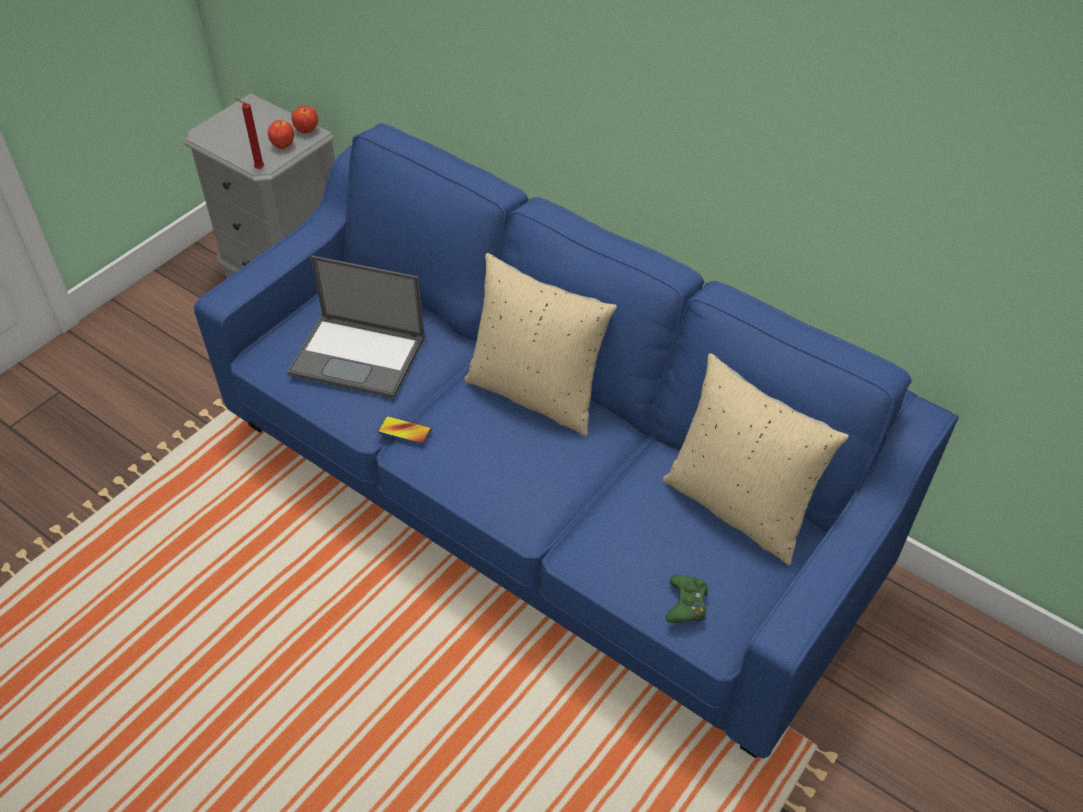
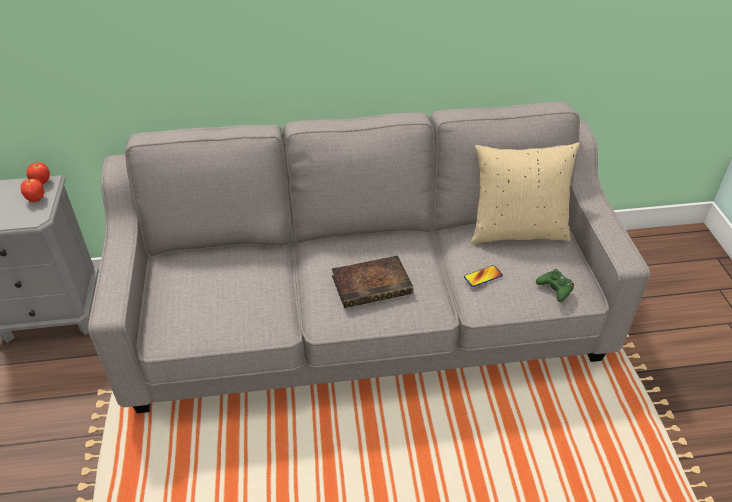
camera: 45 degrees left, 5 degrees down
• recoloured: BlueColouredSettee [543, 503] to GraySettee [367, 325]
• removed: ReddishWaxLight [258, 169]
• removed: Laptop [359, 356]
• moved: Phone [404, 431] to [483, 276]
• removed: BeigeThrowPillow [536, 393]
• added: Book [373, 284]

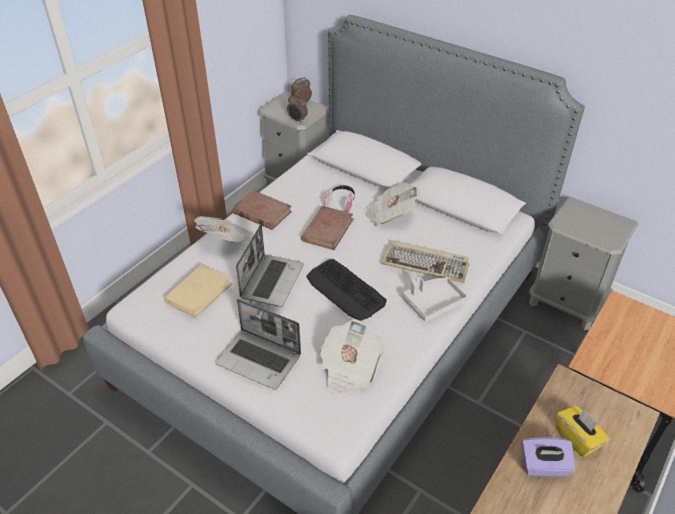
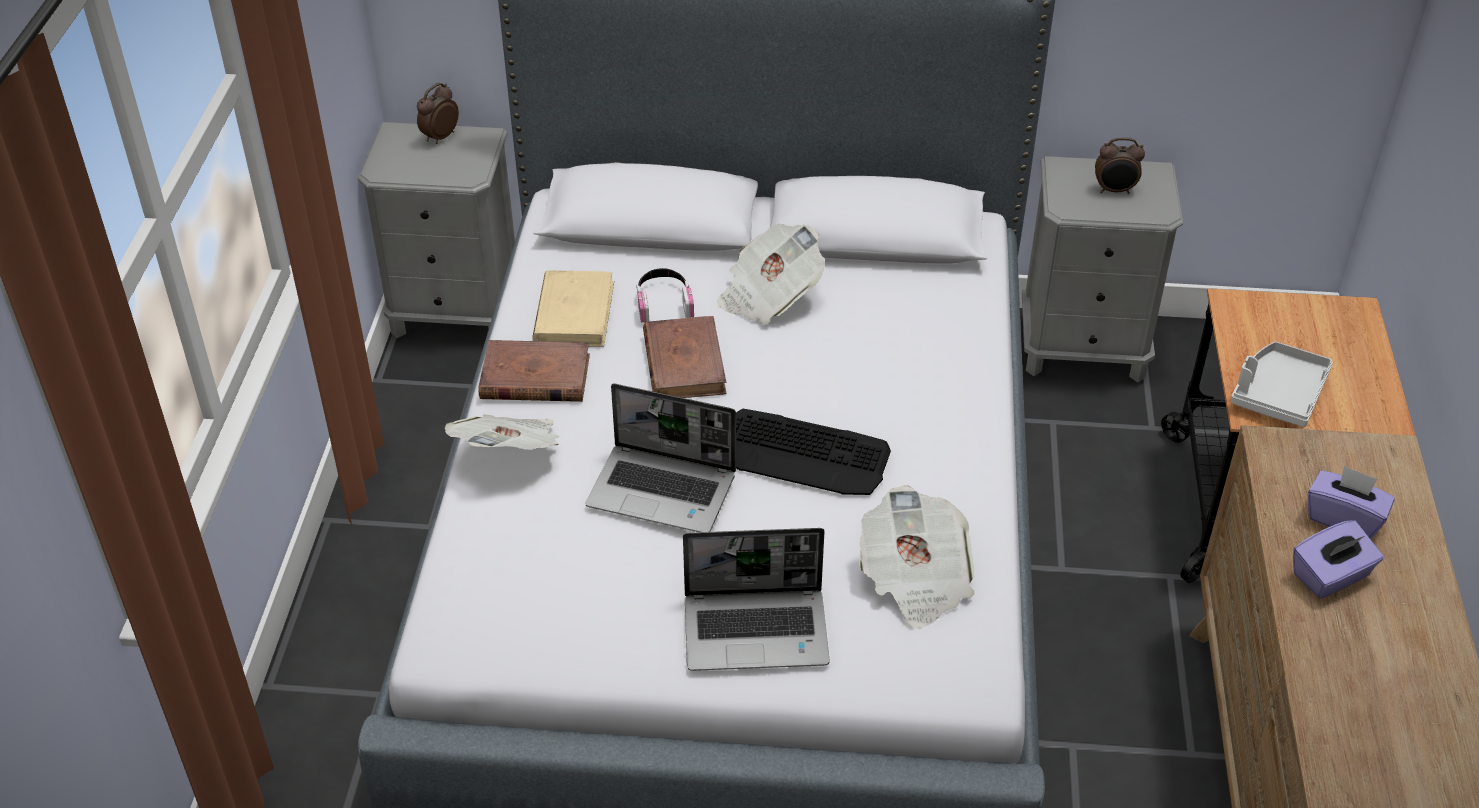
camera: 30 degrees left, 0 degrees up
• moved: BeigeBook [199, 293] to [574, 313]
• turned: Laptop [271, 280] = [664, 490] 120 degrees clockwise
• moved: TableClock [297, 120] to [1114, 190]
• removed: PcKeyboard [426, 264]
• moved: GrayServingTray [433, 303] to [1278, 394]
• recoloured: YellowTissueBox [577, 438] to PurpleColouredTissueBox [1343, 518]

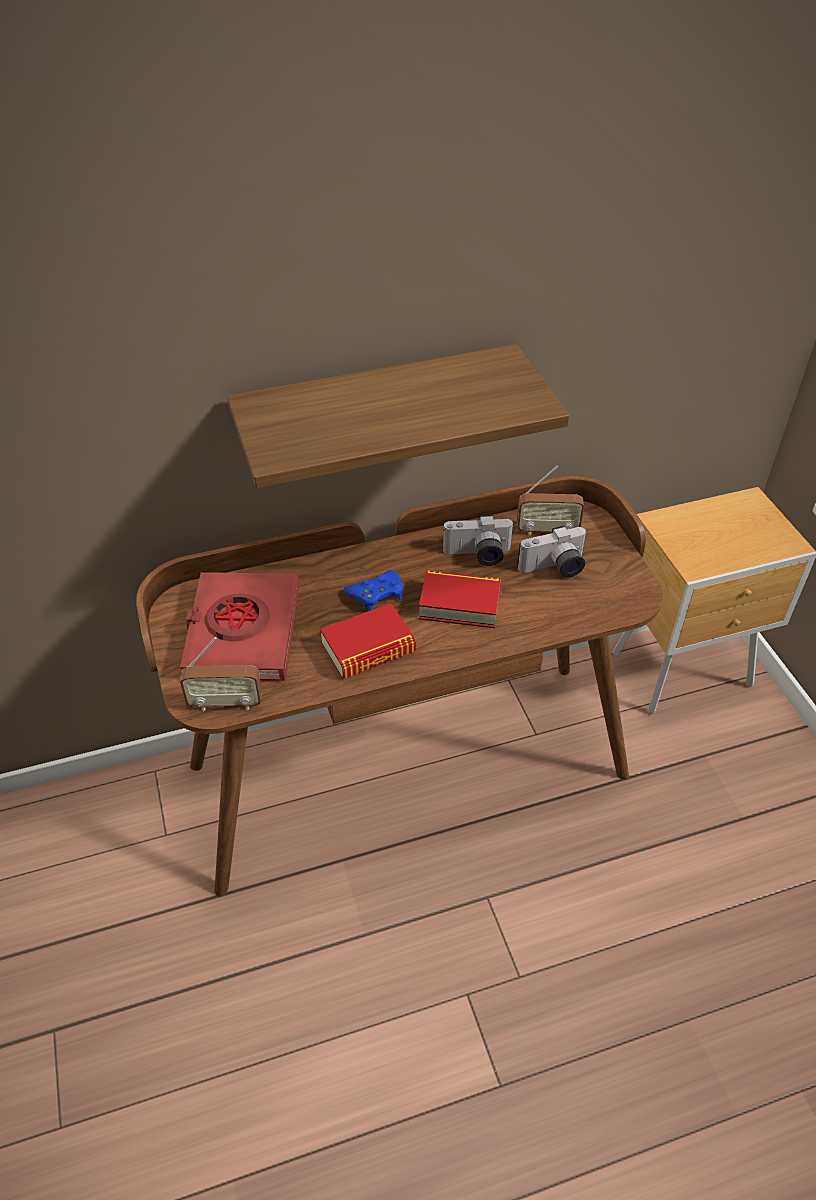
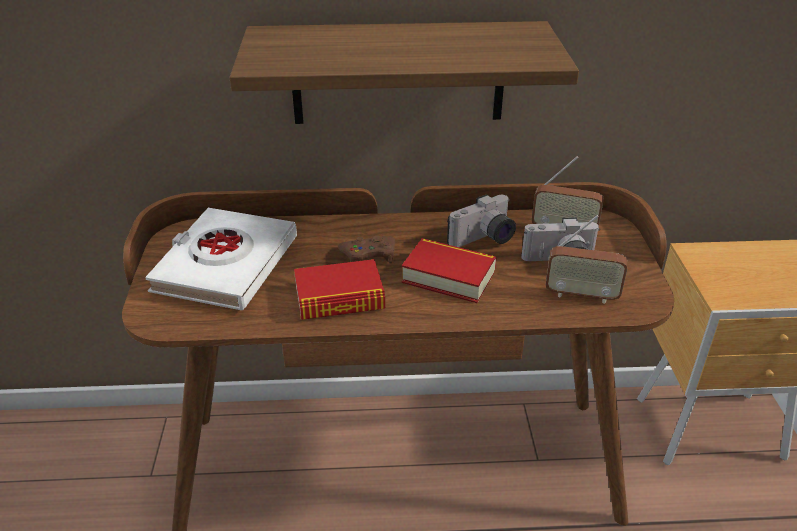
camera: 15 degrees right, 10 degrees down
• recoloured: ReddishBook [242, 632] to WhitishBook [225, 265]
• moved: RadioSet [225, 703] to [581, 295]
• recoloured: BlueColouredGamepad [376, 594] to BrownishGamepad [369, 255]
• turned: StillCamera [478, 555] = [484, 240] 45 degrees counterclockwise

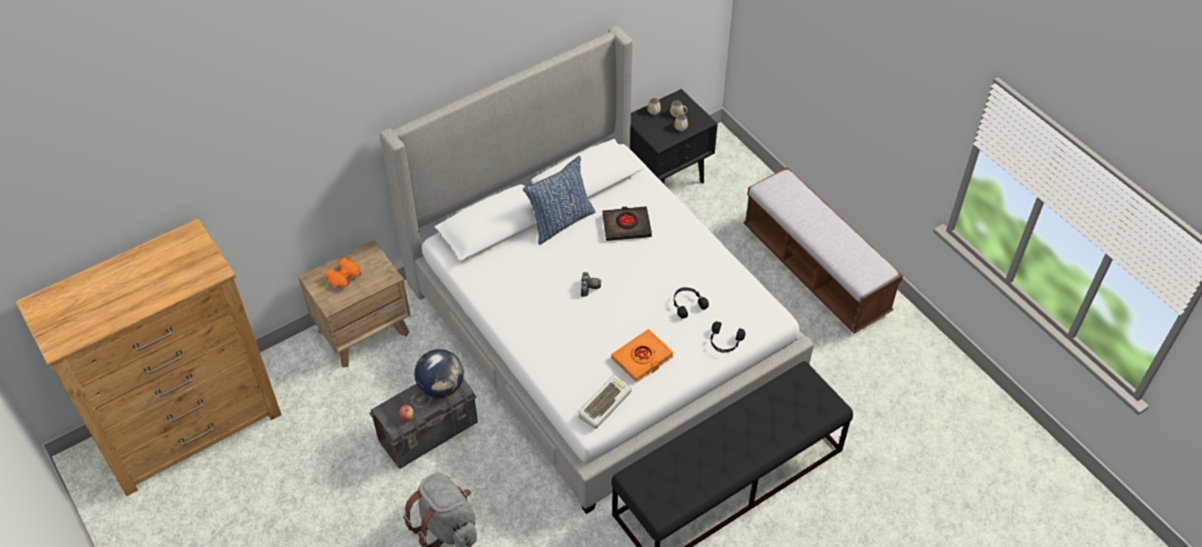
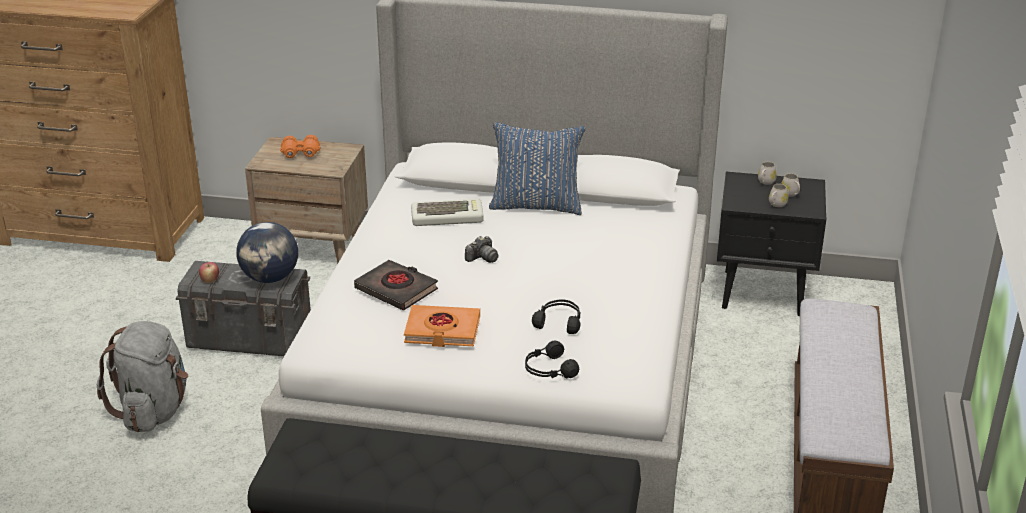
camera: 45 degrees right, 20 degrees down
• moved: PcKeyboard [604, 403] to [448, 217]
• moved: BlackishBook [626, 226] to [396, 290]

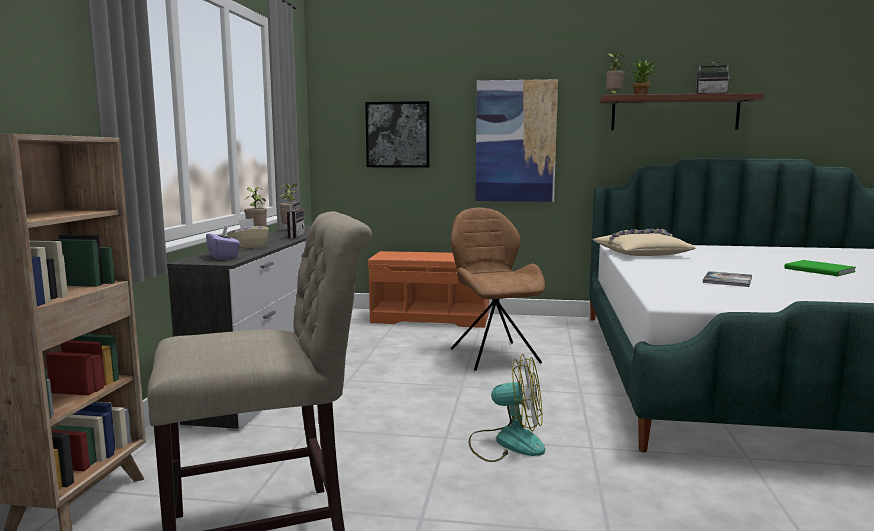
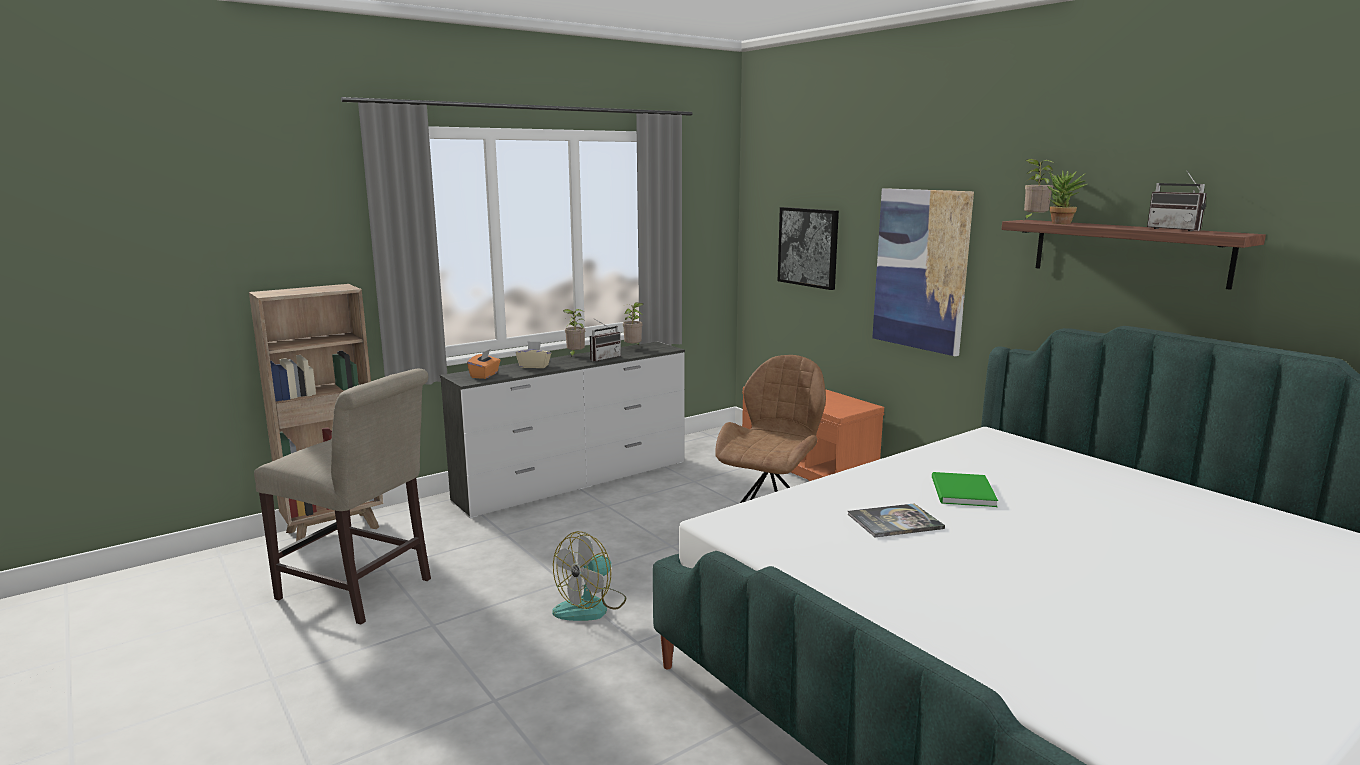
camera: 45 degrees right, 5 degrees up
• recoloured: PurpleColouredTissueBox [224, 257] to OrangeyTissueBox [485, 375]
• turned: CoolingFan [507, 442] = [591, 606] 75 degrees clockwise
• removed: BeigeThrowPillow [641, 253]
• moved: GreenBook [820, 270] to [961, 492]

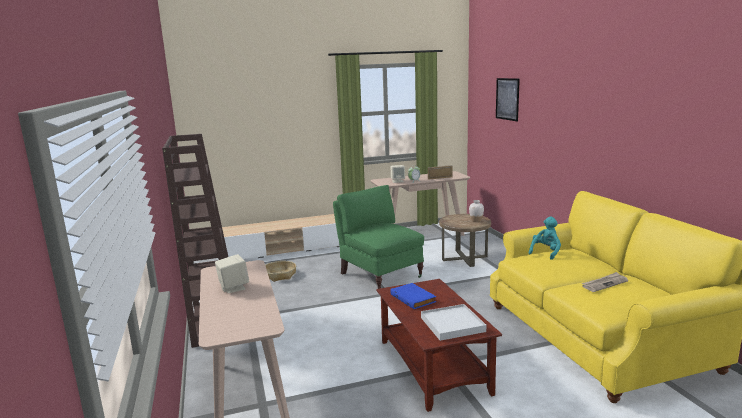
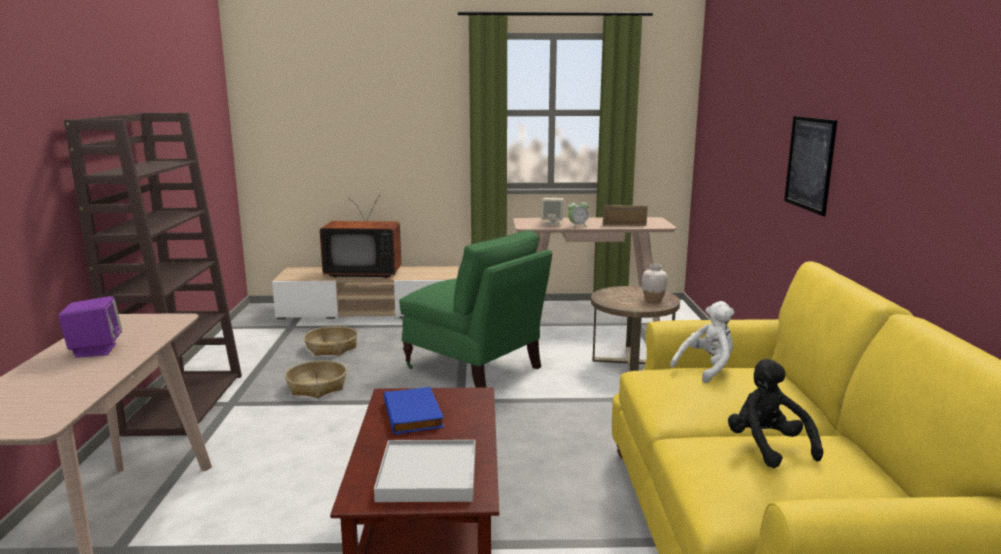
camera: 15 degrees right, 0 degrees up
• recoloured: BeigeLoudspeaker [233, 288] to PurpleColouredLoudspeaker [95, 350]
• turned: GreenEasyChair [380, 275] = [475, 369] 150 degrees clockwise
• moved: Picture [507, 99] to [809, 163]
• recoloured: TurquoiseColouredCuddlyToy [545, 252] to WhitishCuddlyToy [707, 368]
• replaced: DailyPaper [604, 283] to BlackishCuddlyToy [767, 447]
• added: HouseholdBasket [317, 387]
• added: Tv [363, 273]

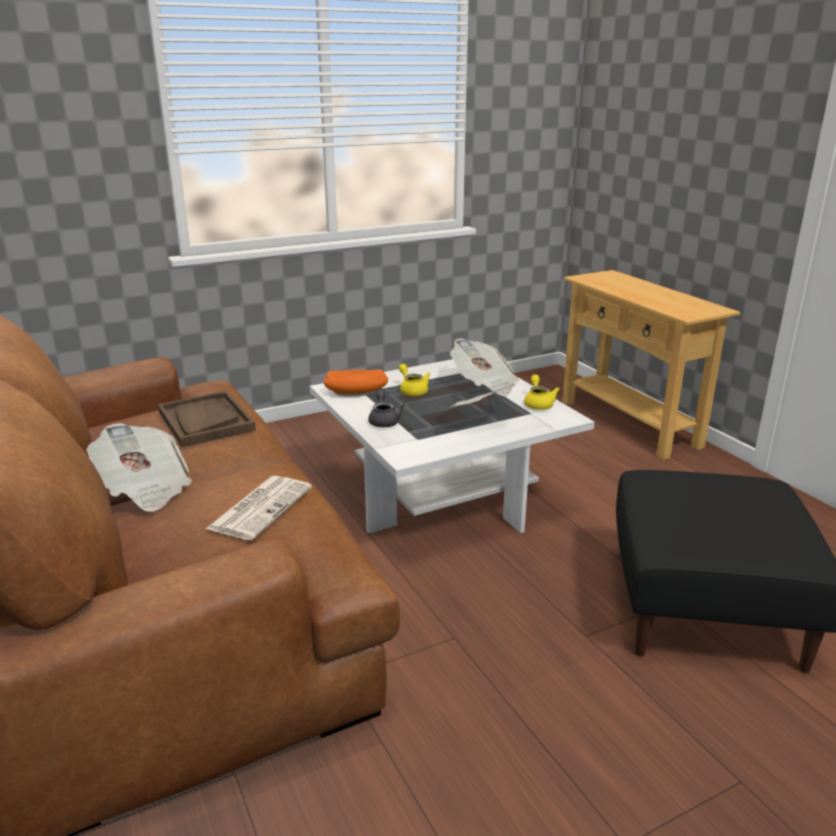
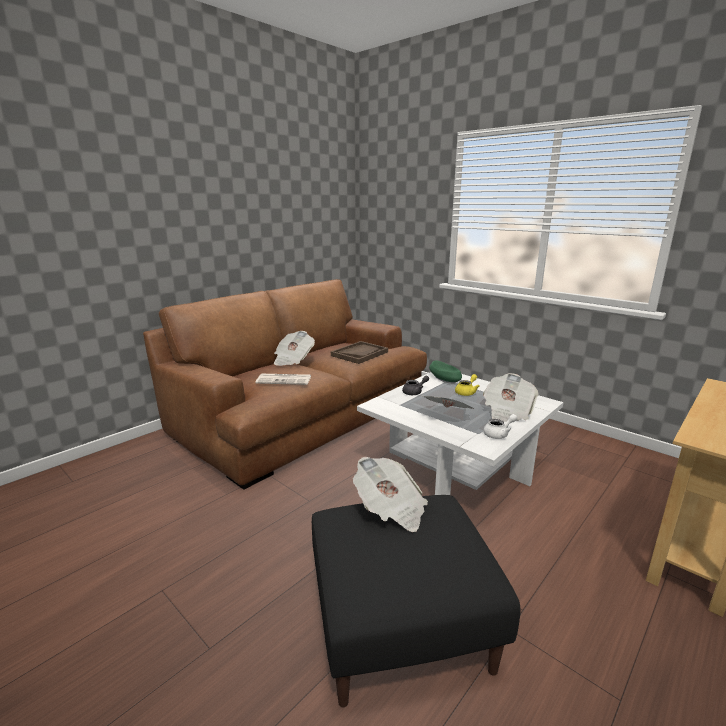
camera: 70 degrees right, 5 degrees down
• recoloured: OrangeyServingBowl [356, 392] to GreenServingBowl [444, 379]
• recoloured: YellowPotForTea [538, 403] to WhitishPotForTea [499, 434]
• added: DailyPaper [391, 509]

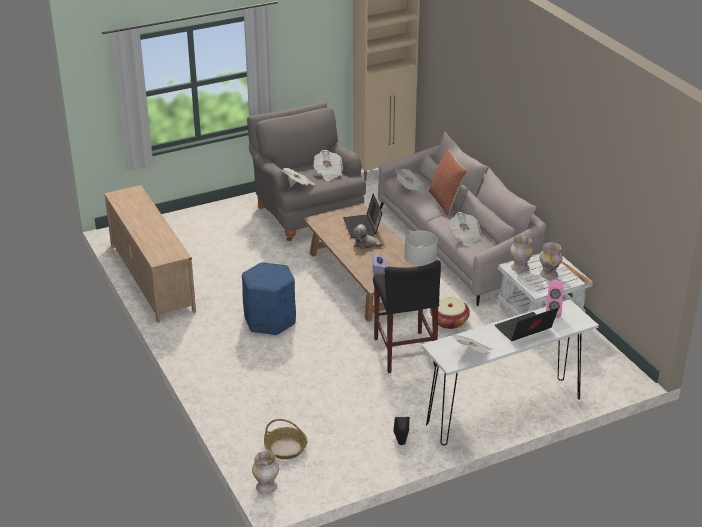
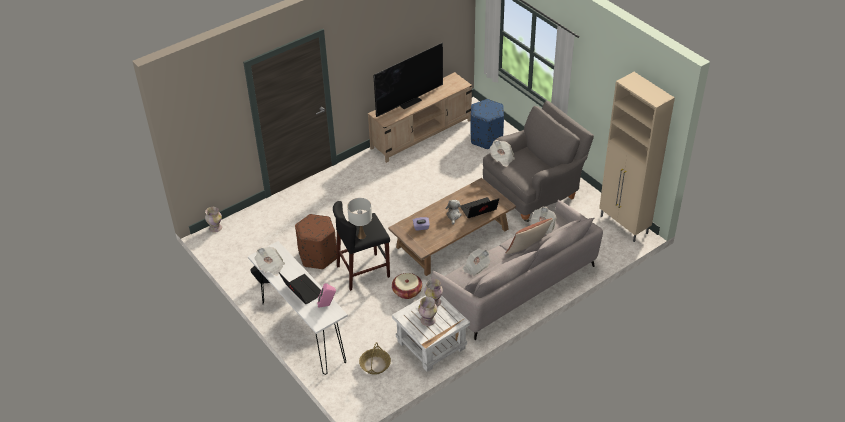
camera: 80 degrees right, 10 degrees up
• moved: BlueColouredFootrest [270, 320] to [486, 138]
• moved: HouseholdBasket [286, 448] to [375, 365]
• removed: DailyPaper [328, 173]
• added: BrownishFootrest [318, 256]
• added: Tv [409, 101]

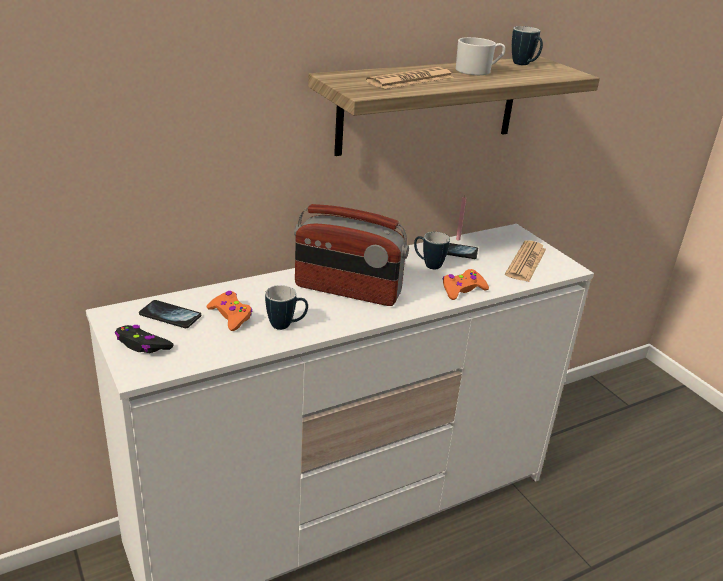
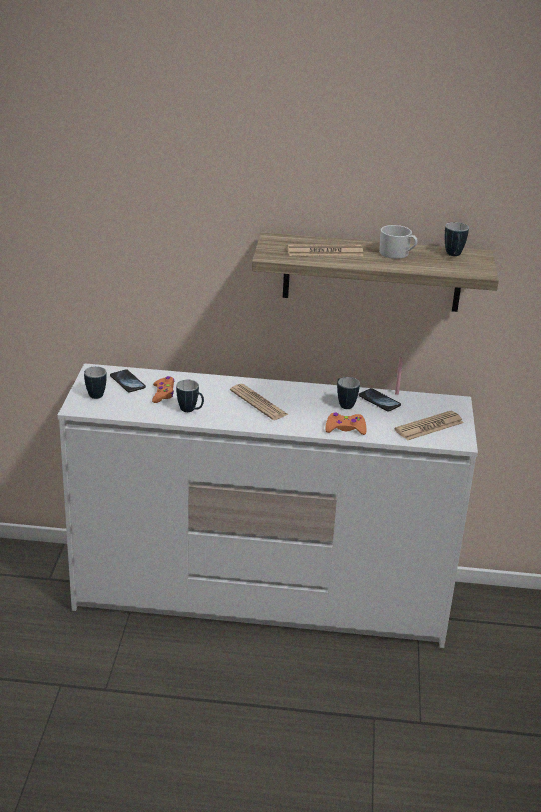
camera: 35 degrees right, 0 degrees up
• replaced: BlackishGamepad [143, 345] to TeaMug [94, 394]
• replaced: RadioSet [347, 291] to DailyPaper [258, 403]

